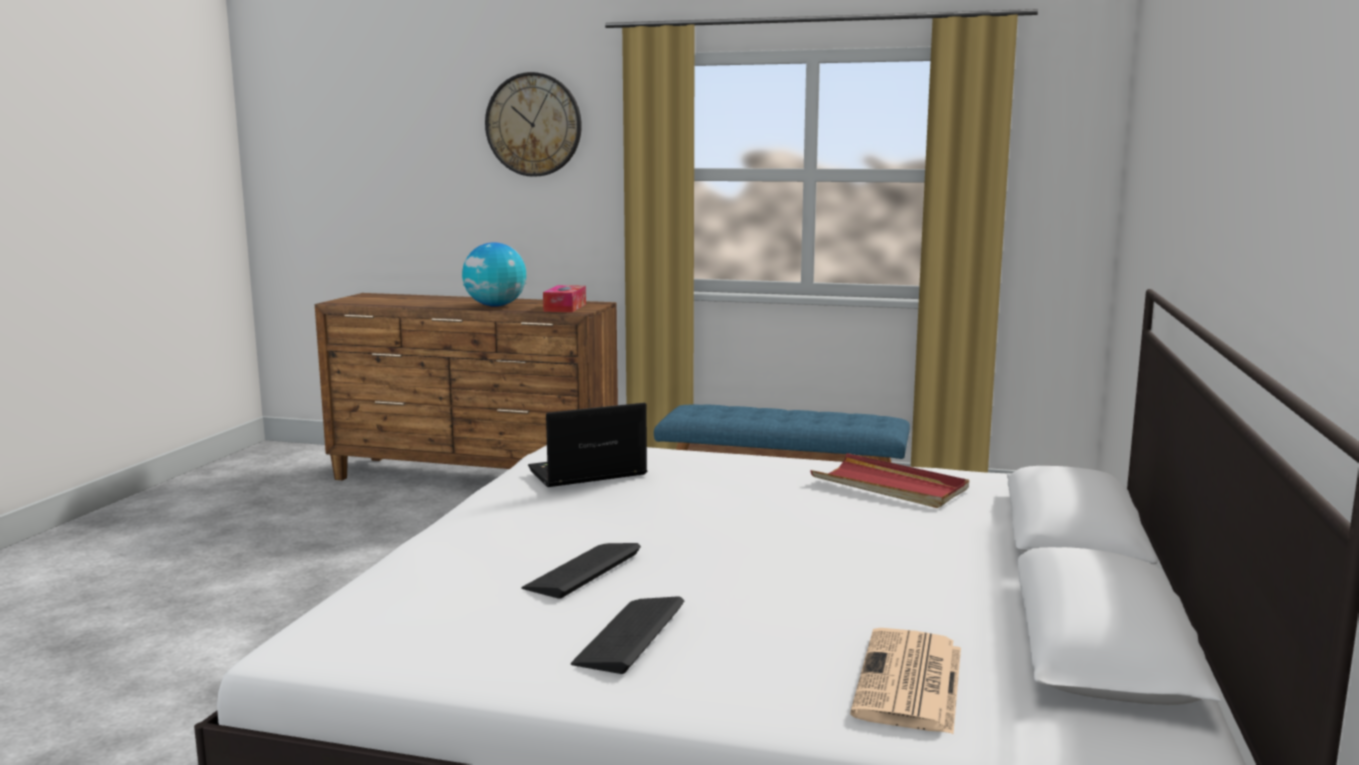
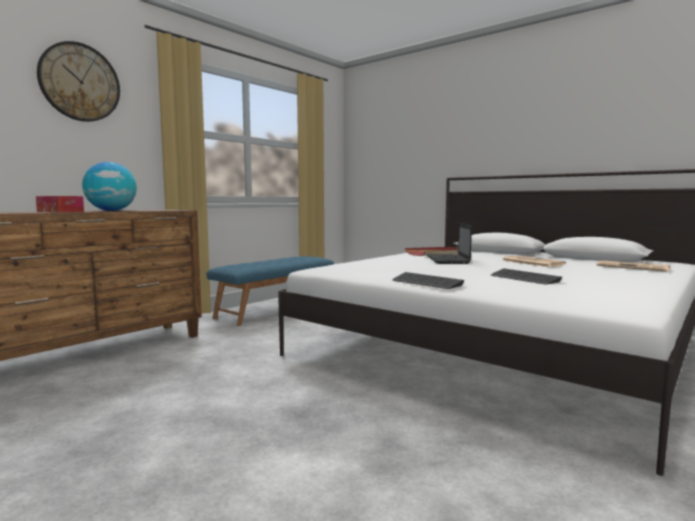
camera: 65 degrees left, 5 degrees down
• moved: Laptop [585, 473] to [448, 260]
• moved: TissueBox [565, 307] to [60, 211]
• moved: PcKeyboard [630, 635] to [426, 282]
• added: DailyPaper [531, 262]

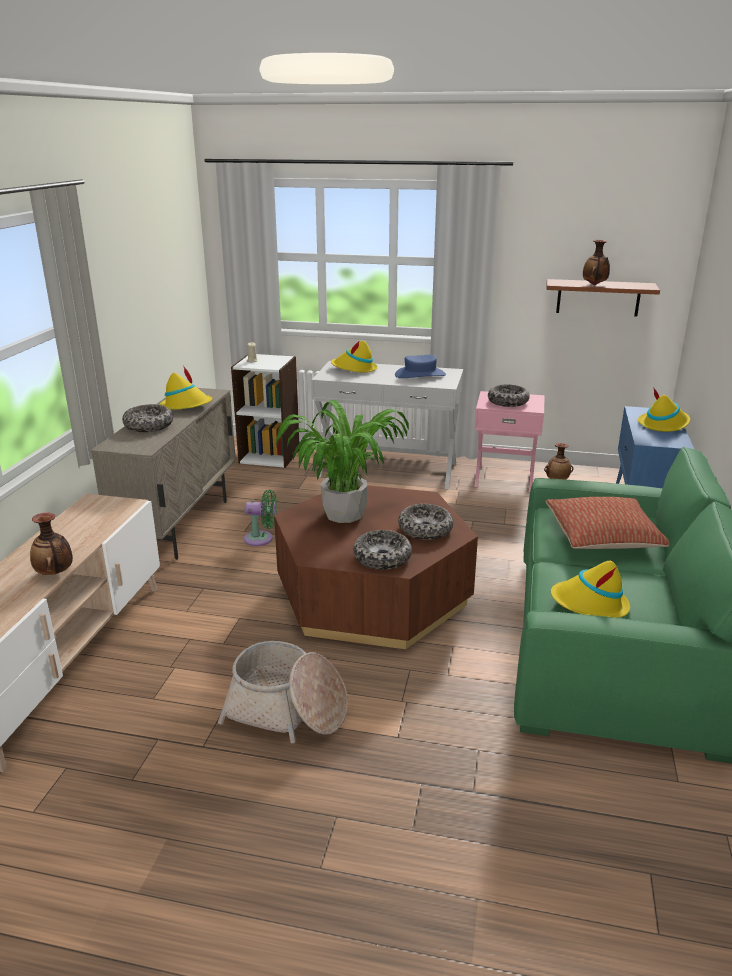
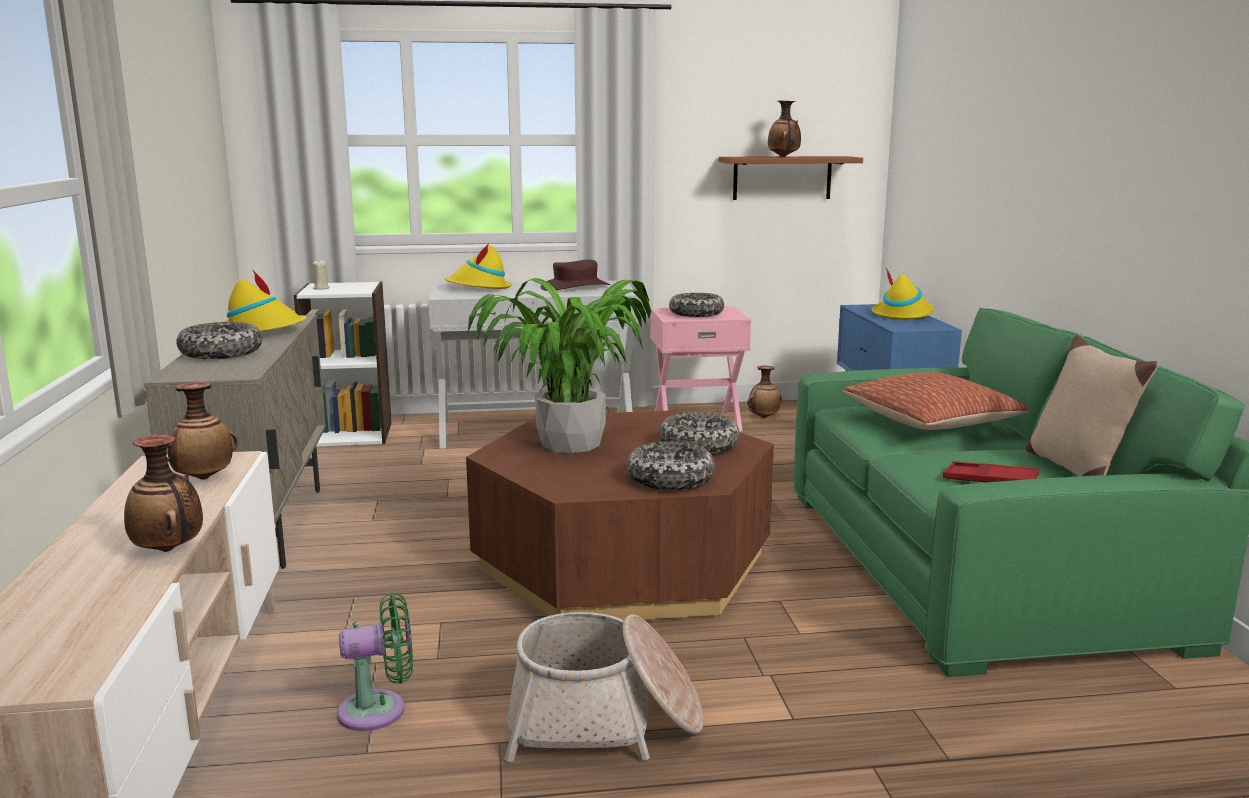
camera: 20 degrees left, 10 degrees down
• moved: GreenCoolingFan [261, 539] to [379, 710]
• recoloured: BlueColouredHat [420, 375] to BrownishHat [575, 287]
• replaced: YellowHat [589, 604] to ReddishServingTray [989, 481]
• added: DecorativeVase [204, 478]
• added: BeigeThrowPillow [1076, 469]

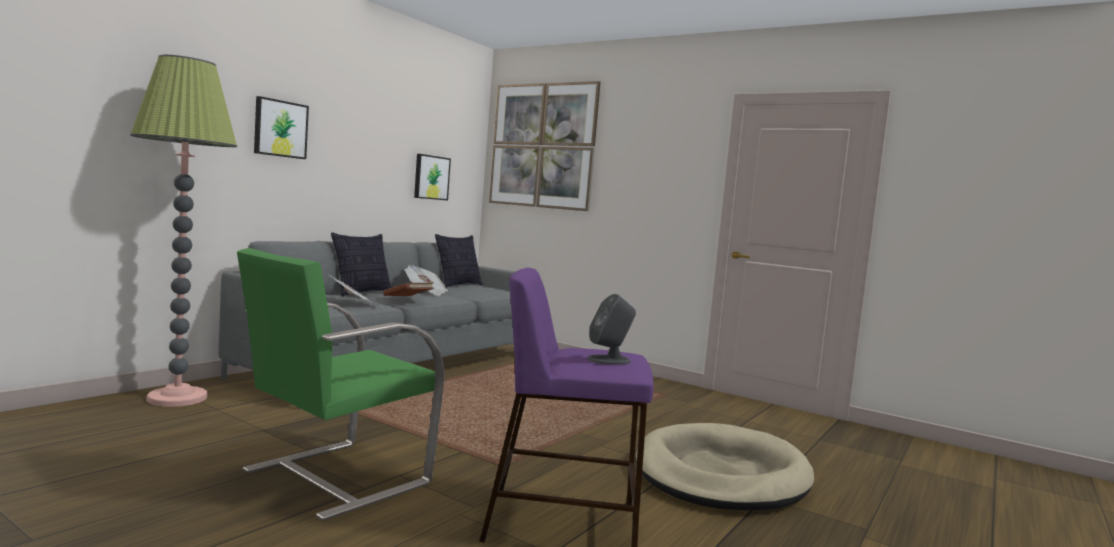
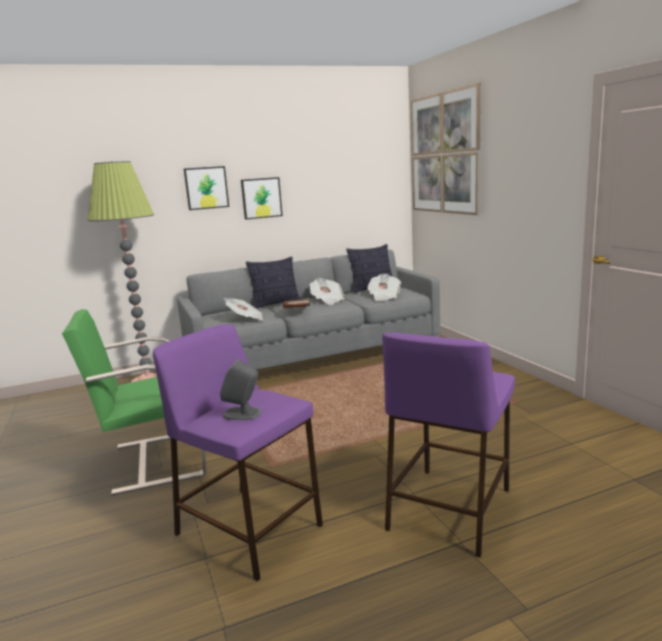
camera: 35 degrees right, 10 degrees up
• moved: Picture [431, 177] to [261, 198]
• replaced: BeigeDogCushion [721, 475] to PurpleColouredStool [449, 507]
• added: DailyPaper [384, 297]

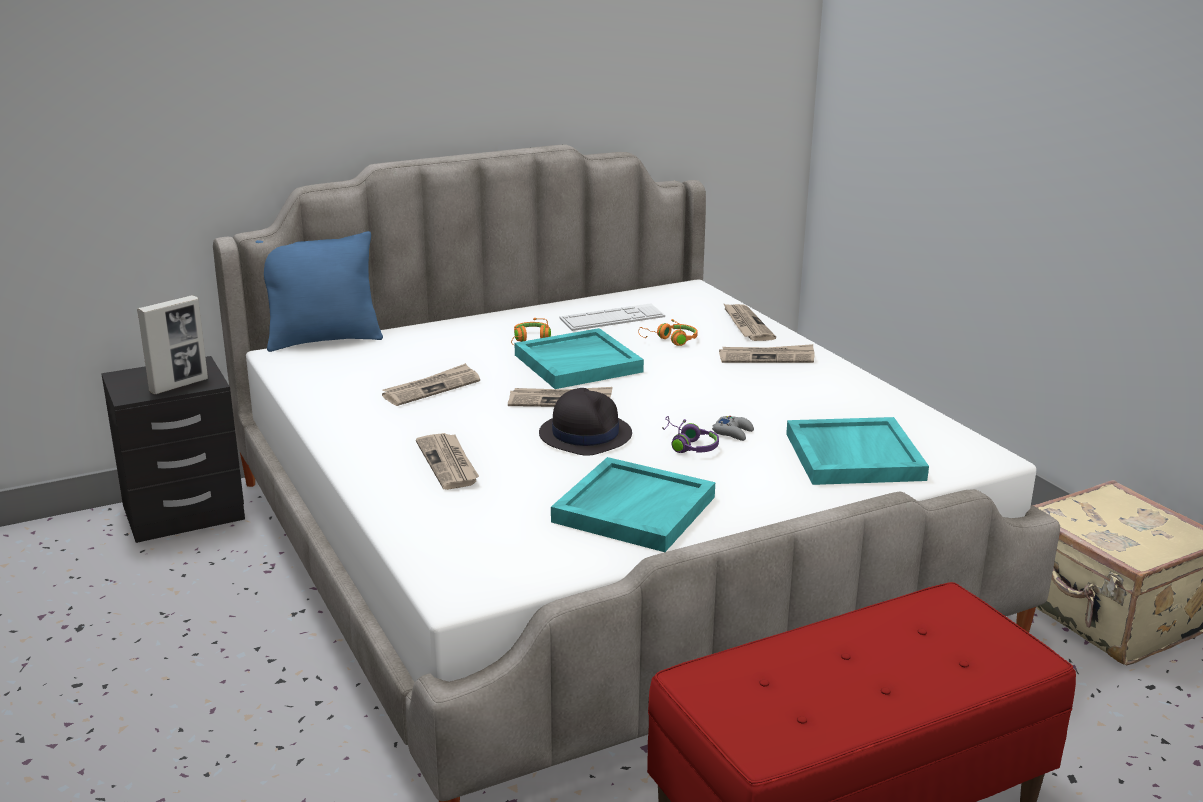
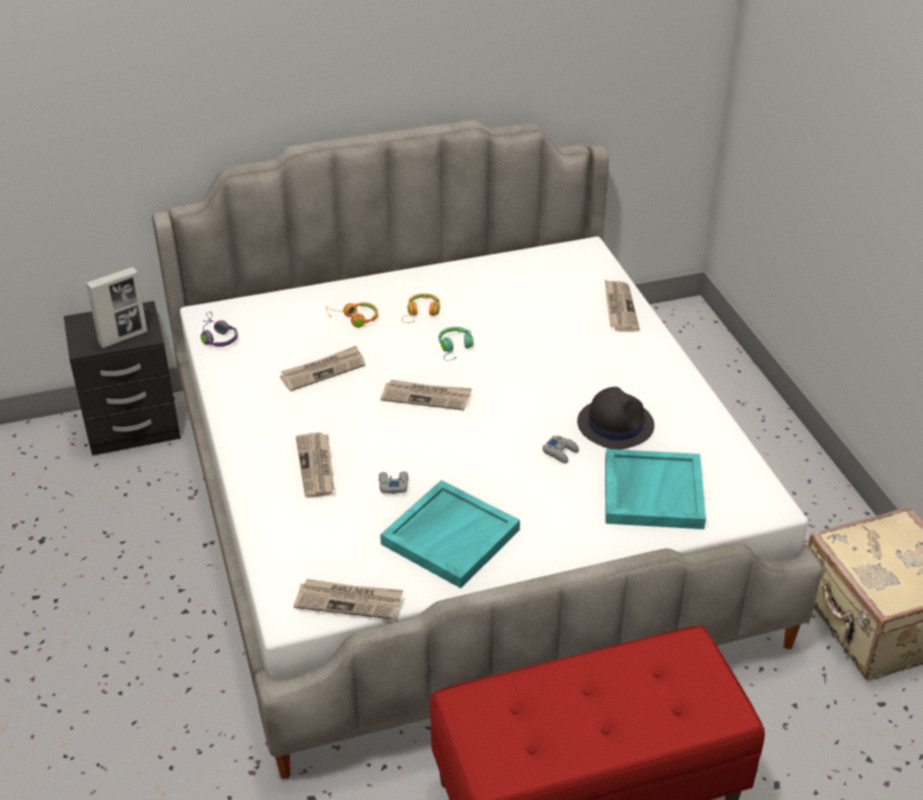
camera: 10 degrees right, 15 degrees up
• removed: BlueColouredThrowPillow [324, 340]
• replaced: TurquoiseColouredServingTray [578, 363] to TurquoiseColouredHeadset [455, 348]
• moved: BlackishHat [585, 434] to [615, 424]
• removed: PcKeyboard [612, 318]
• moved: OrangeyHeadset [670, 340] to [354, 319]
• moved: PurpleColouredHeadset [688, 445] to [217, 337]
• moved: DailyPaper [767, 357] to [349, 601]
• added: GrayGamepad [393, 485]

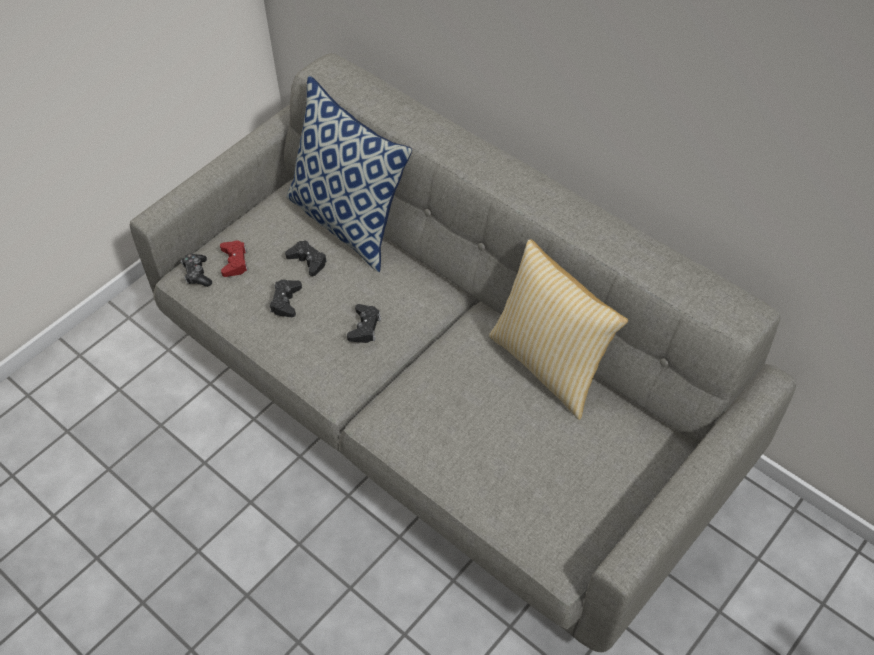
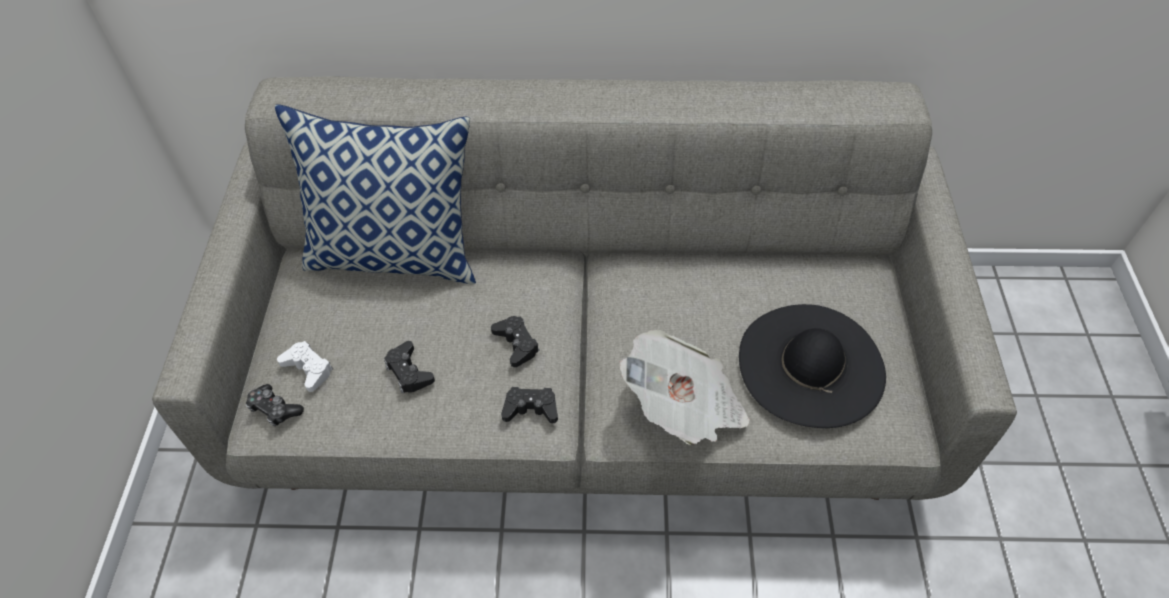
camera: 40 degrees left, 0 degrees up
• recoloured: ReddishGamepad [234, 262] to WhitishGamepad [308, 369]
• moved: BlackishGamepad [308, 261] to [531, 408]
• removed: ThrowPillow [550, 364]
• added: DailyPaper [684, 406]
• added: BlackishHat [810, 364]

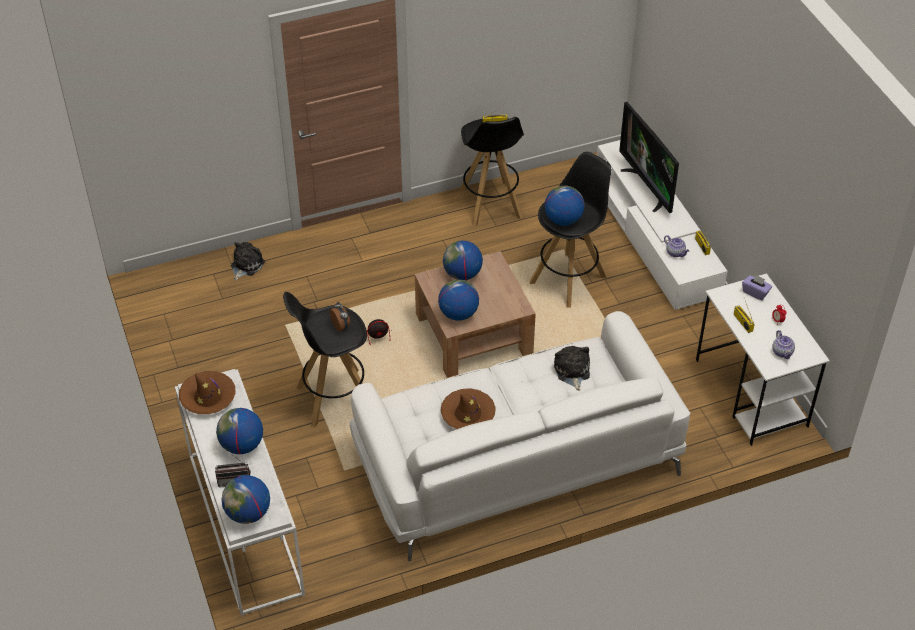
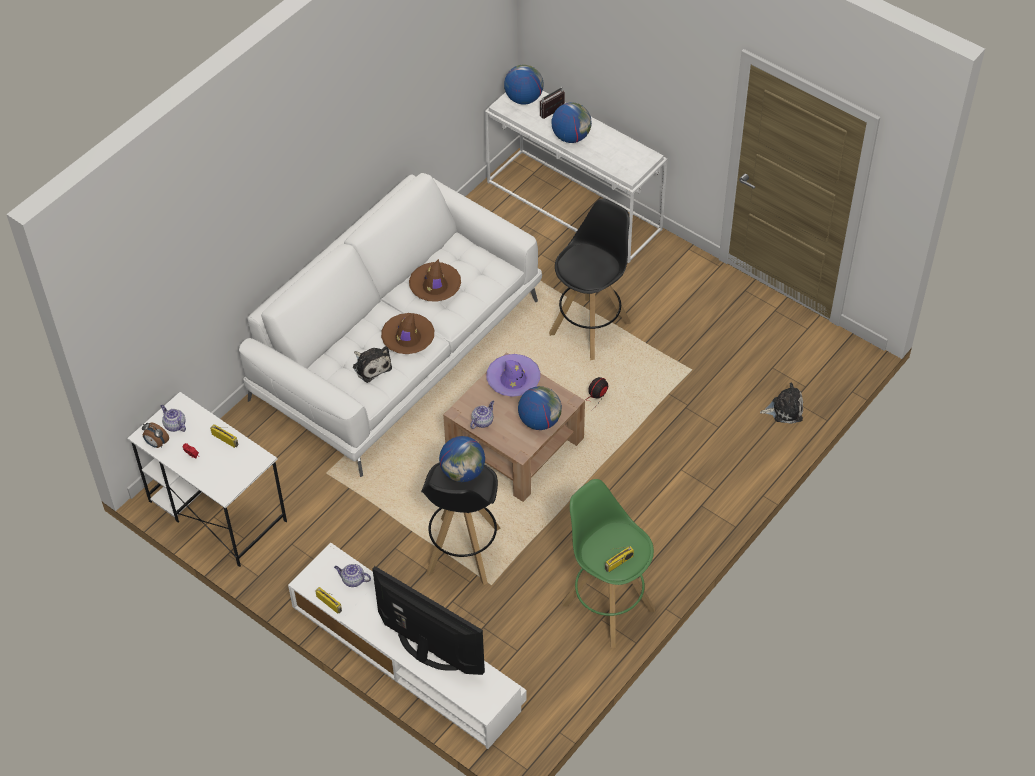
camera: 150 degrees right, 5 degrees up
• moved: BrownishHat [208, 397] to [408, 338]
• turned: CuddlyToy [246, 265] = [784, 409] 90 degrees counterclockwise
• moved: TableClock [341, 326] to [156, 444]
• replaced: Globe [458, 314] to PurpleColouredHat [513, 379]
• recoloured: BlackishStool [490, 204] to GreenStool [607, 606]
• removed: PurpleColouredTissueBox [755, 292]
• added: PotForTea [482, 421]

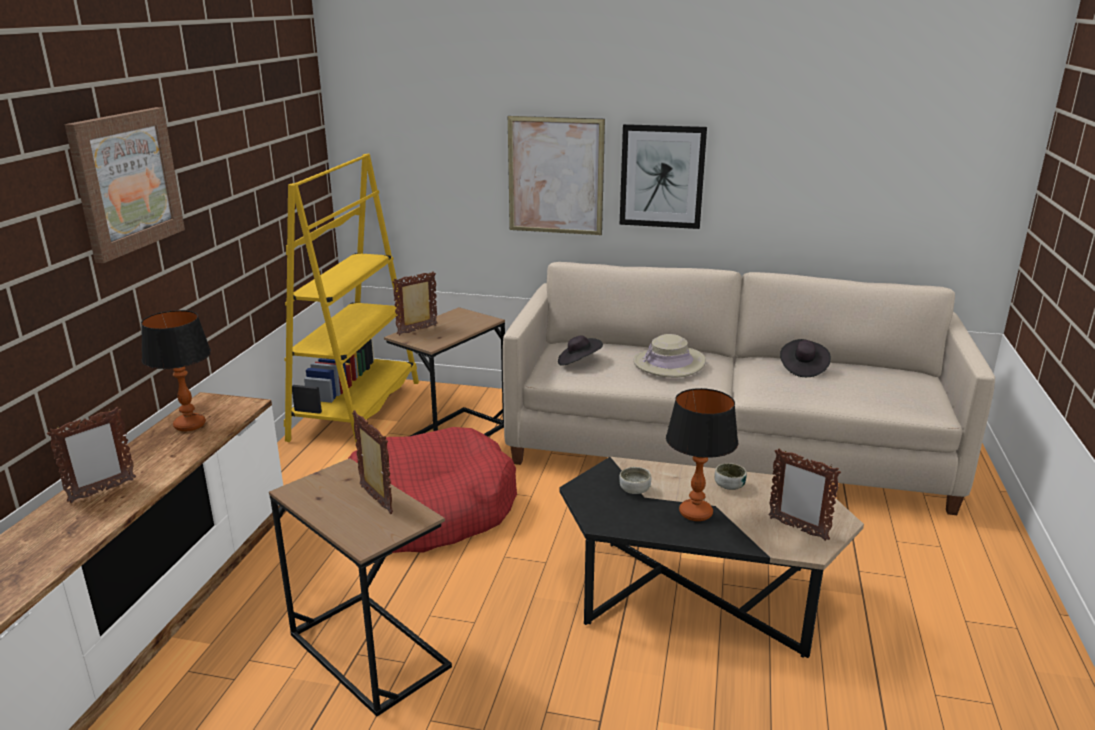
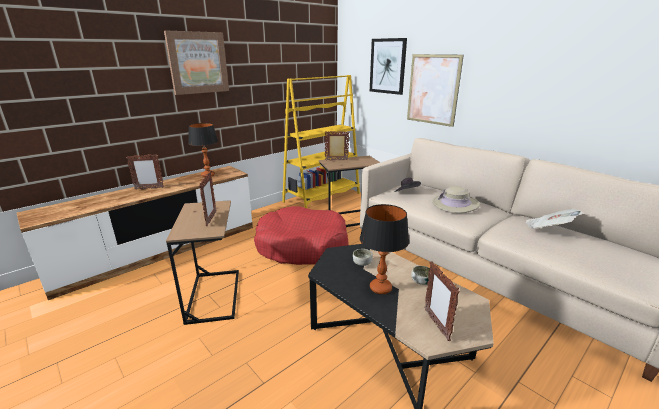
camera: 35 degrees right, 0 degrees up
• moved: Picture [662, 176] to [387, 66]
• replaced: BlackishHat [802, 368] to DailyPaper [548, 229]

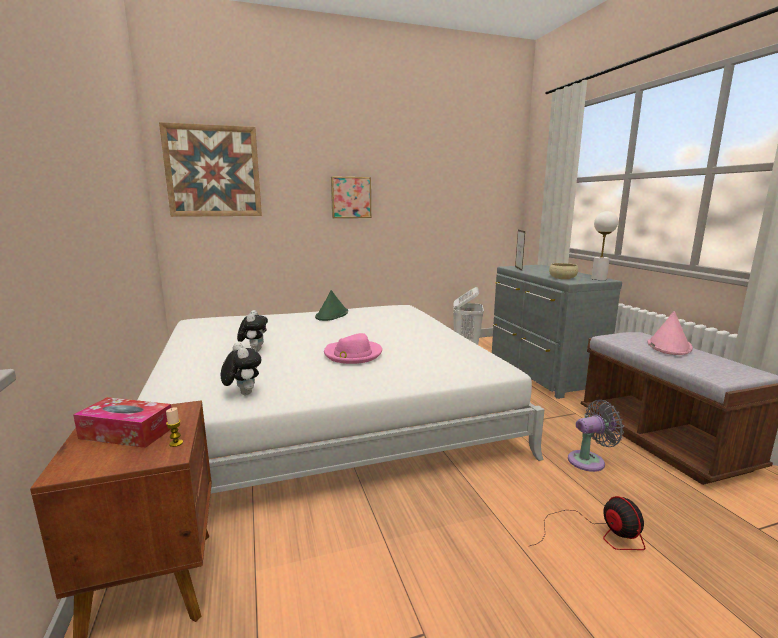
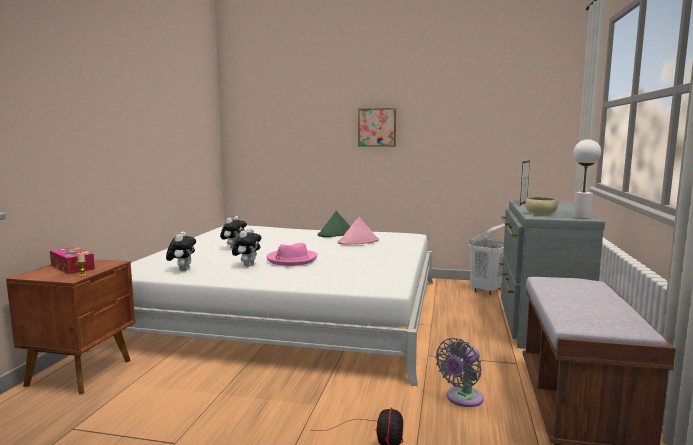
camera: 30 degrees right, 5 degrees down
• removed: Picture [213, 171]
• turned: GrayCoolingFan [589, 461] = [462, 399] 120 degrees clockwise
• moved: PinkishHat [668, 346] to [358, 242]
• added: CuddlyToy [247, 265]

